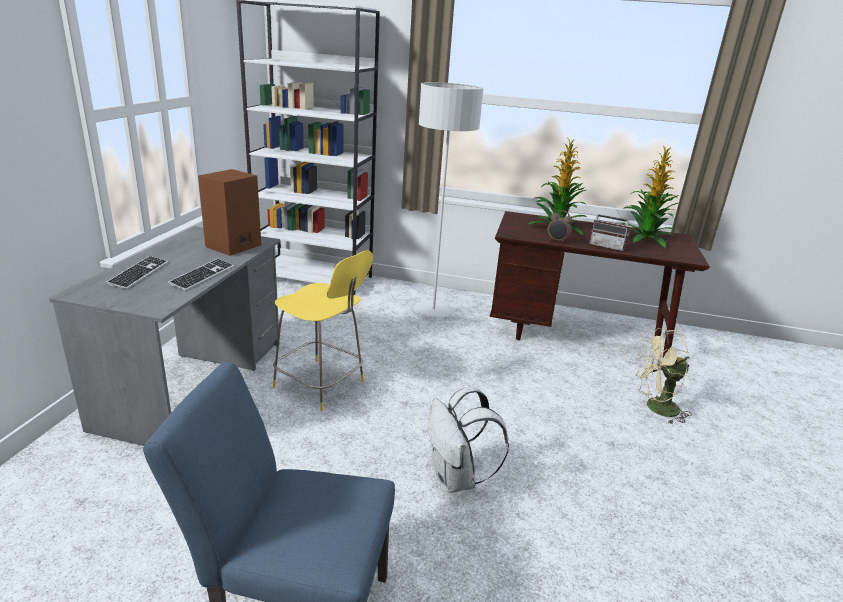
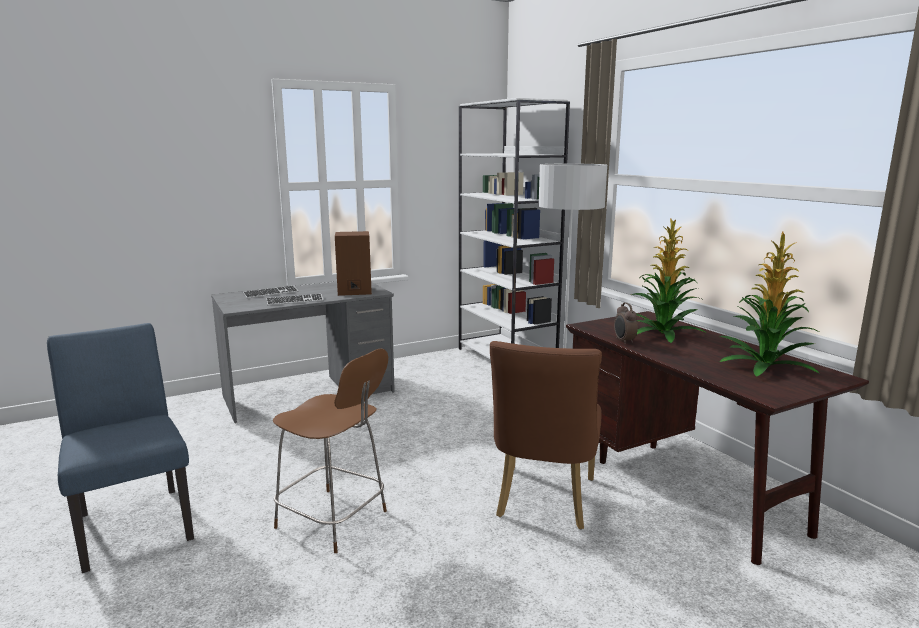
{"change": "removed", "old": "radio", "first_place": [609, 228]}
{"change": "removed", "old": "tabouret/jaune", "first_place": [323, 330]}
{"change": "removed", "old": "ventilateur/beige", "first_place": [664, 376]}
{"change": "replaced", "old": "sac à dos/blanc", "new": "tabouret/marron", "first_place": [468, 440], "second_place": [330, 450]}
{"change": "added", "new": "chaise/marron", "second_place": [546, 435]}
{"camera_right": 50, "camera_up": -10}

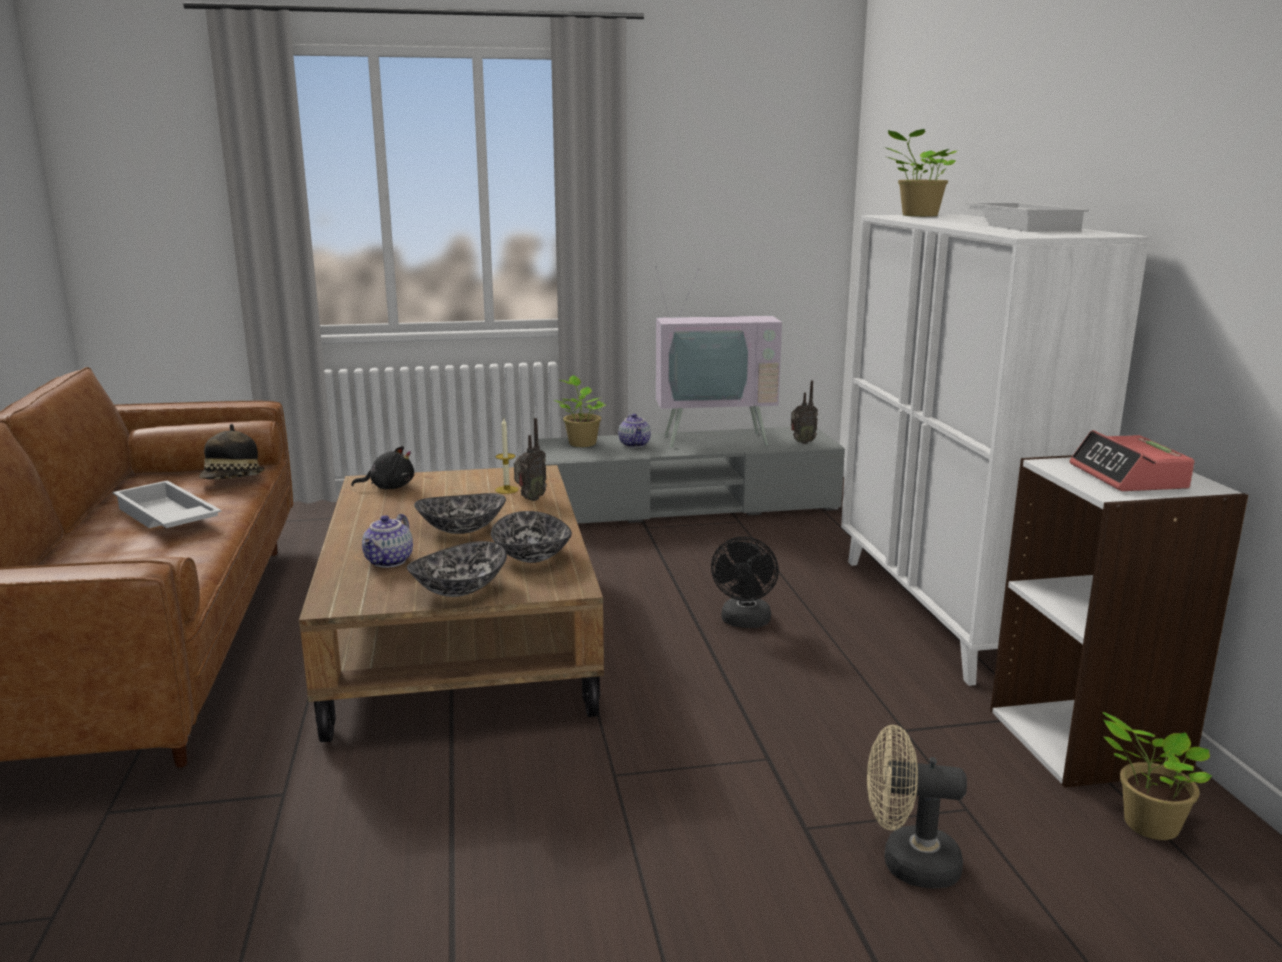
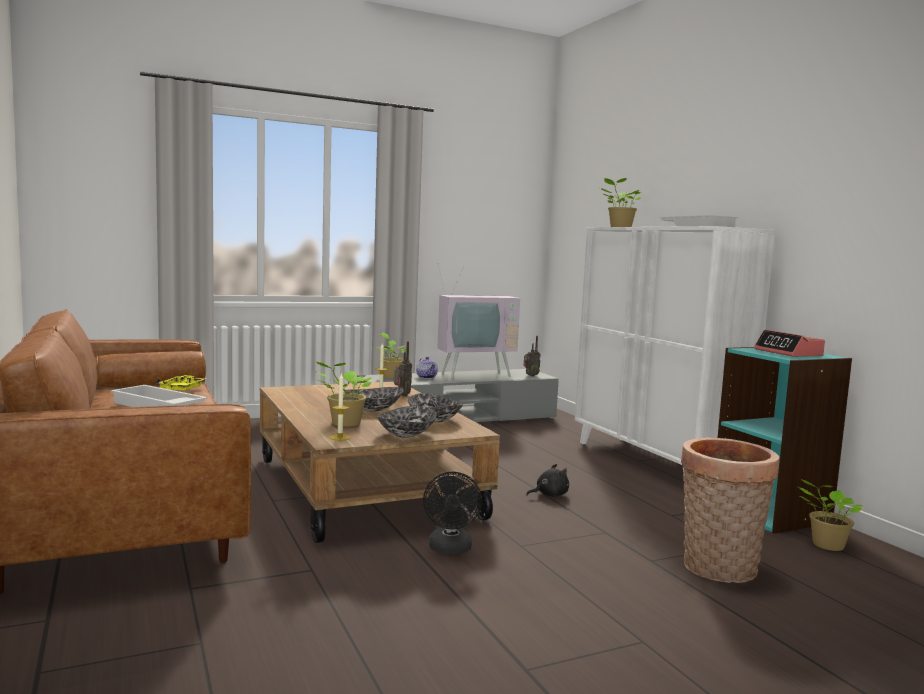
{"change": "replaced", "old": "chapeau", "new": "plateau/jaune", "first_place": [232, 451], "second_place": [181, 382]}
{"change": "moved", "old": "peluche/noir", "first_place": [382, 468], "second_place": [548, 480]}
{"change": "recoloured", "old": "bibliothèque/blanc", "new": "bibliothèque/turquoise", "first_place": [1119, 621], "second_place": [785, 440]}
{"change": "replaced", "old": "théière", "new": "plante en pot", "first_place": [387, 541], "second_place": [342, 394]}
{"change": "moved", "old": "ventilateur/noir", "first_place": [745, 582], "second_place": [452, 513]}
{"change": "replaced", "old": "ventilateur/beige", "new": "panier", "first_place": [917, 807], "second_place": [730, 510]}
{"change": "added", "new": "bougie", "second_place": [340, 406]}
{"camera_right": -15, "camera_up": -10}

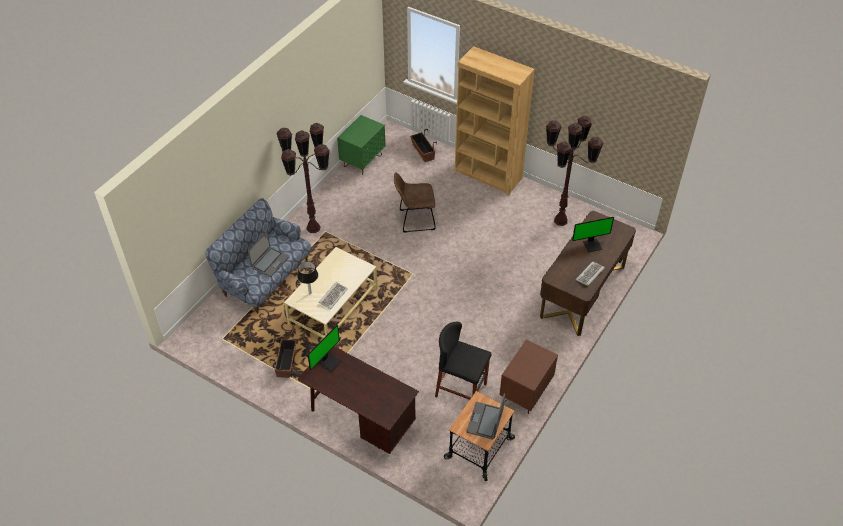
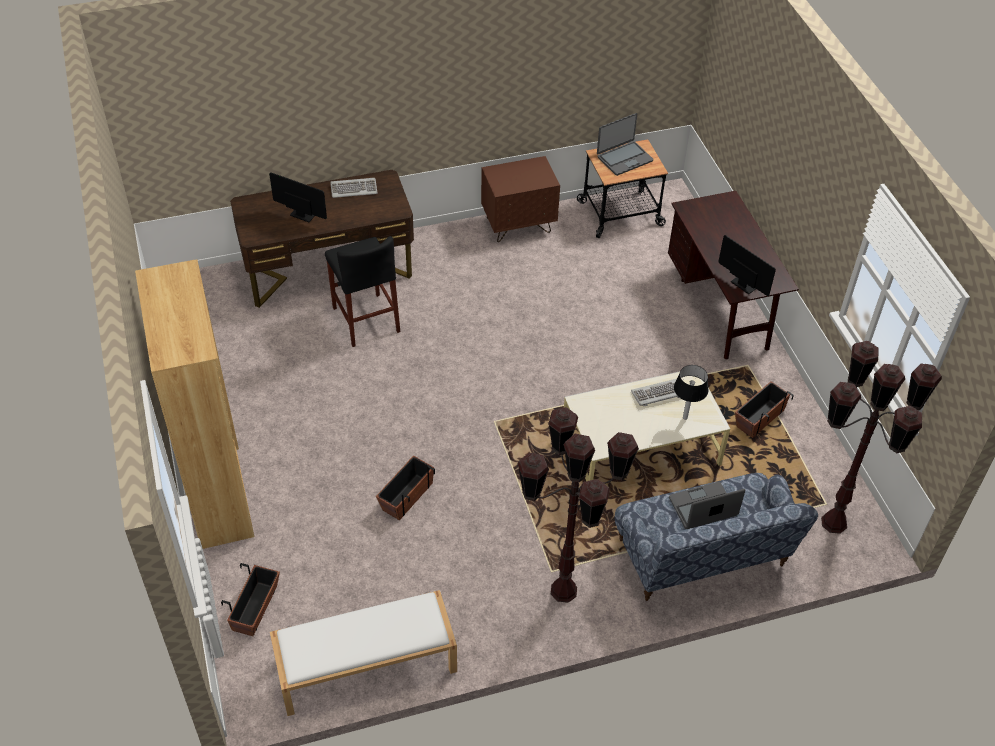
{"change": "replaced", "old": "table de chevet/vert", "new": "banc/blanc", "first_place": [361, 145], "second_place": [363, 653]}
{"change": "moved", "old": "lampadaire/marron", "first_place": [575, 171], "second_place": [881, 437]}
{"change": "replaced", "old": "chaise/marron", "new": "cache-pot", "first_place": [415, 202], "second_place": [405, 488]}
{"change": "moved", "old": "tabouret/noir", "first_place": [463, 361], "second_place": [362, 291]}
{"change": "turned", "old": "écran d'ordinateur", "first_place": [325, 348], "second_place": [747, 265], "degrees": 60}
{"camera_right": -140, "camera_up": 0}

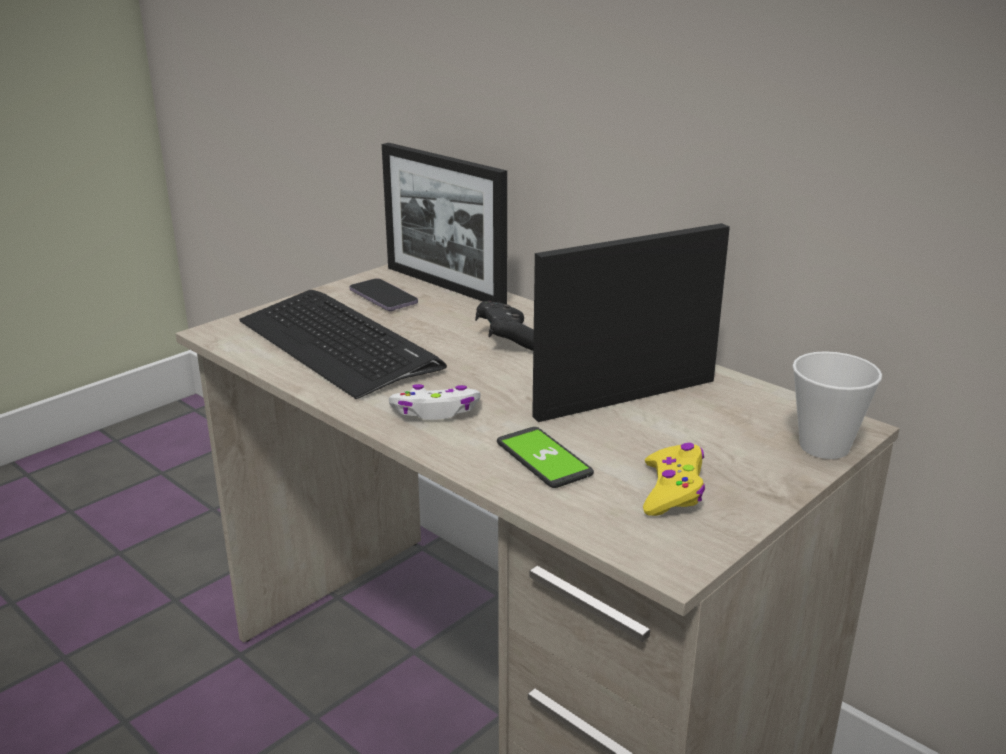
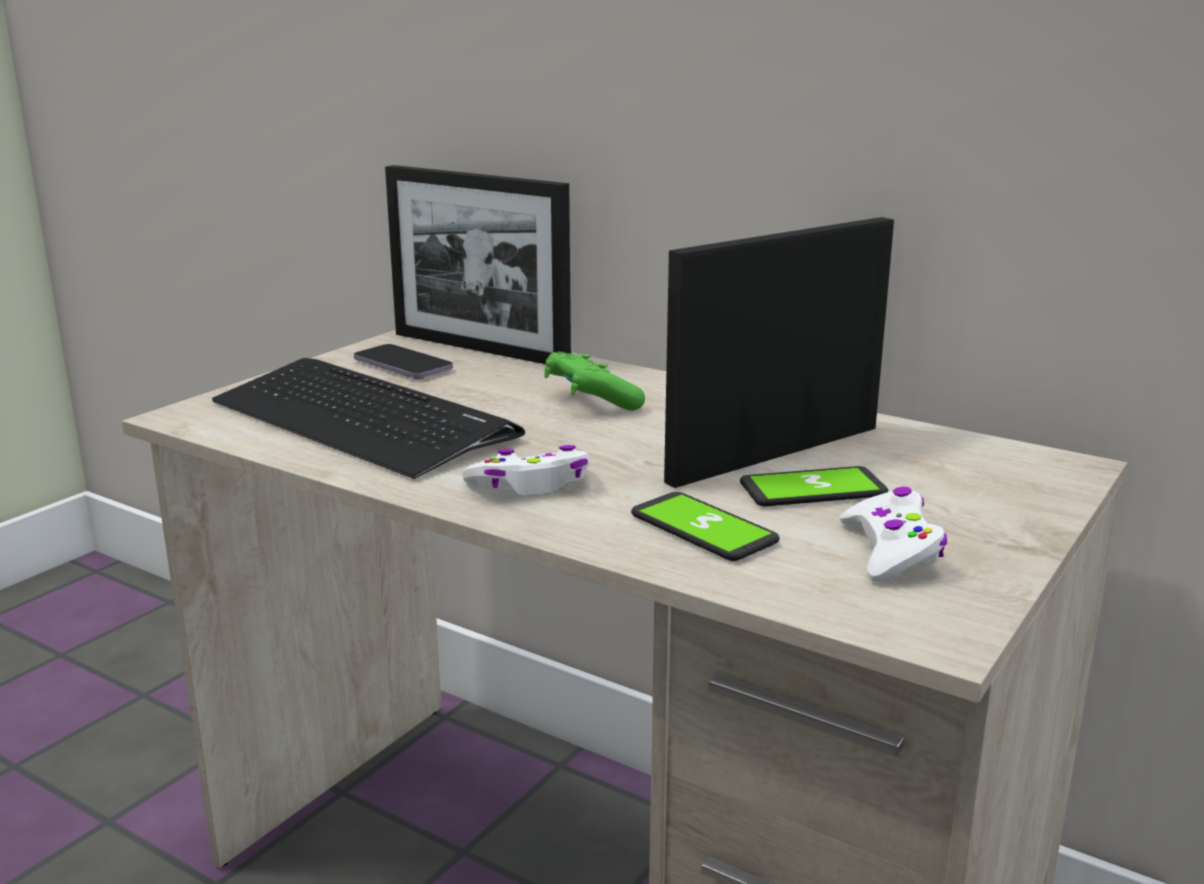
{"change": "recoloured", "old": "manette/noir", "new": "manette/vert", "first_place": [504, 326], "second_place": [594, 381]}
{"change": "removed", "old": "tasse", "first_place": [837, 405]}
{"change": "recoloured", "old": "manette/jaune", "new": "manette/blanc", "first_place": [674, 479], "second_place": [893, 534]}
{"change": "added", "new": "téléphone", "second_place": [814, 486]}
{"camera_right": -10, "camera_up": -5}

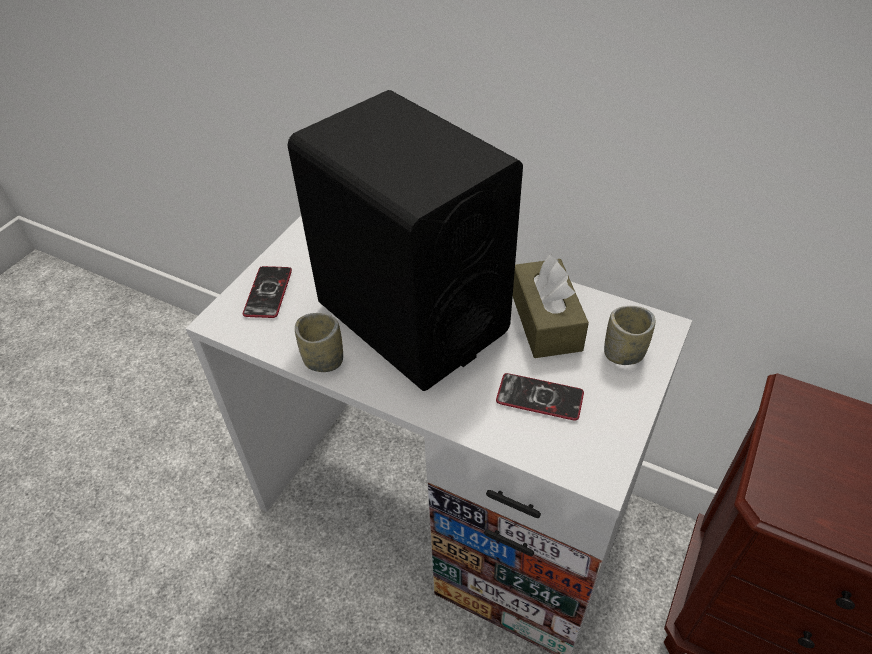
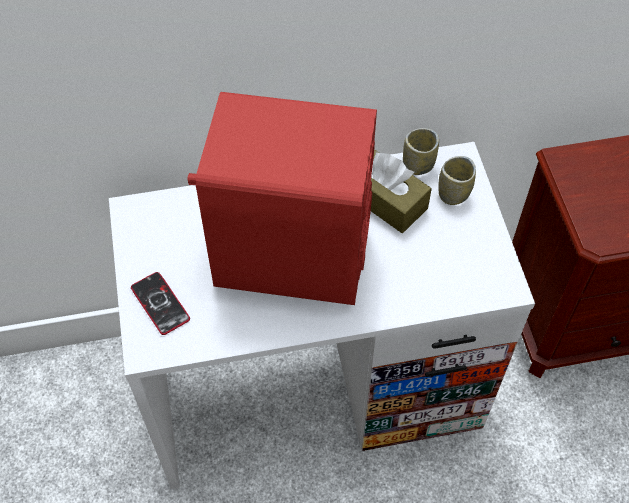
{"change": "recoloured", "old": "enceinte/noir", "new": "enceinte/rouge", "first_place": [405, 240], "second_place": [282, 198]}
{"change": "moved", "old": "tasse", "first_place": [319, 342], "second_place": [421, 151]}
{"change": "removed", "old": "téléphone", "first_place": [540, 397]}
{"camera_right": -40, "camera_up": 10}

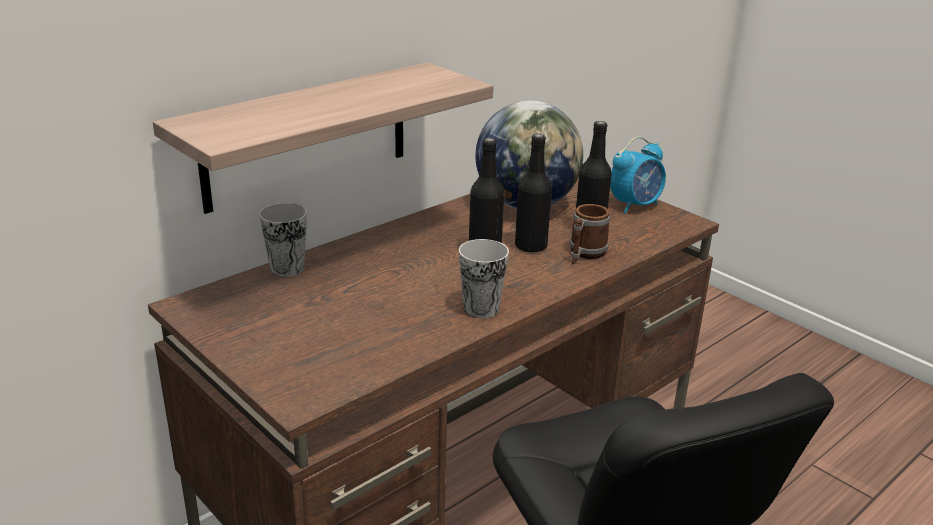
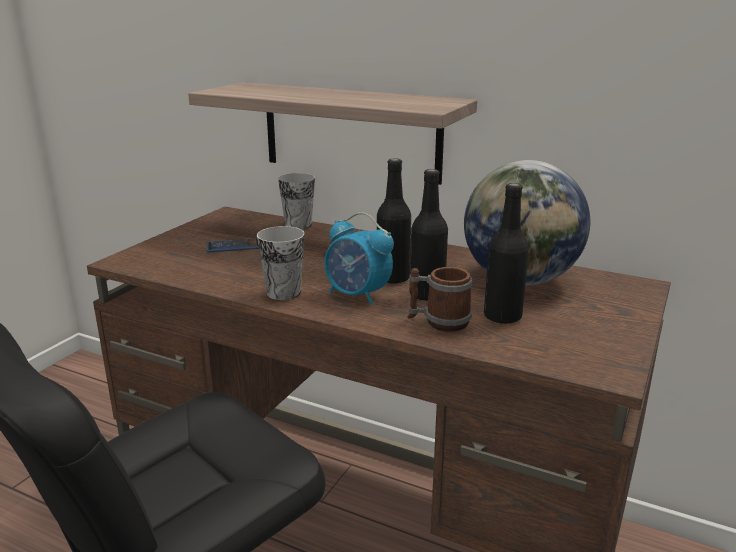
{"change": "moved", "old": "réveil", "first_place": [638, 175], "second_place": [359, 259]}
{"change": "added", "new": "téléphone", "second_place": [233, 245]}
{"camera_right": 70, "camera_up": -5}

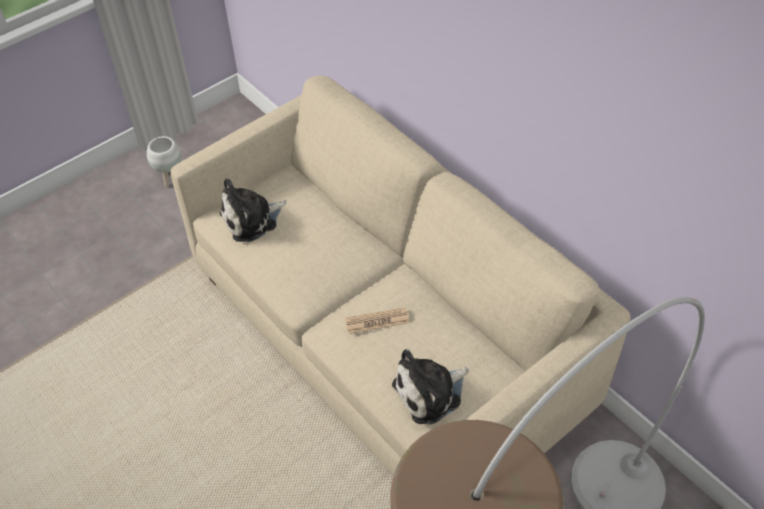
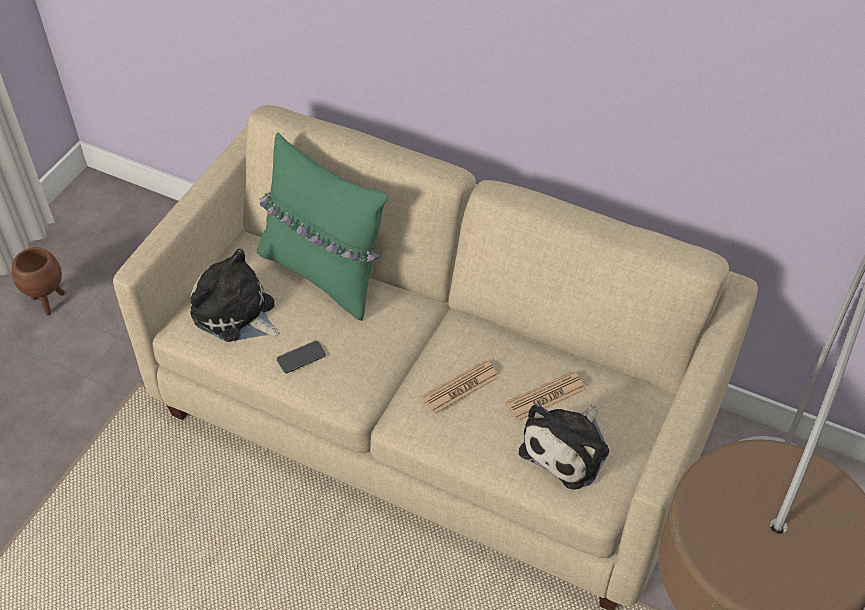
{"change": "recoloured", "old": "cache-pot/blanc", "new": "cache-pot/marron", "first_place": [164, 161], "second_place": [38, 281]}
{"change": "turned", "old": "peluche", "first_place": [253, 210], "second_place": [235, 295], "degrees": 90}
{"change": "added", "new": "coussin/vert", "second_place": [322, 226]}
{"change": "added", "new": "téléphone", "second_place": [301, 357]}
{"change": "added", "new": "journal", "second_place": [546, 396]}
{"camera_right": -25, "camera_up": 0}

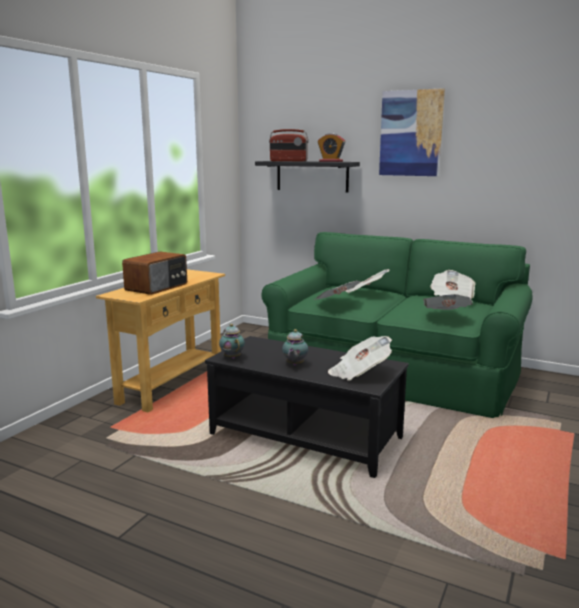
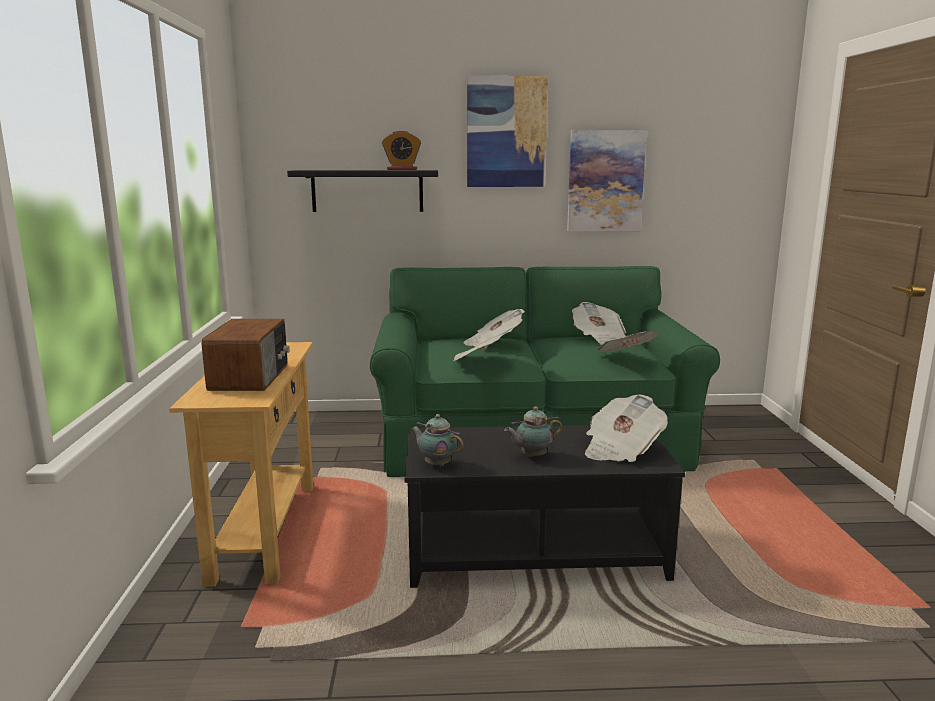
{"change": "removed", "old": "radio", "first_place": [289, 145]}
{"change": "turned", "old": "théière", "first_place": [295, 347], "second_place": [533, 431], "degrees": 90}
{"change": "added", "new": "tableau", "second_place": [607, 180]}
{"camera_right": -30, "camera_up": 0}

